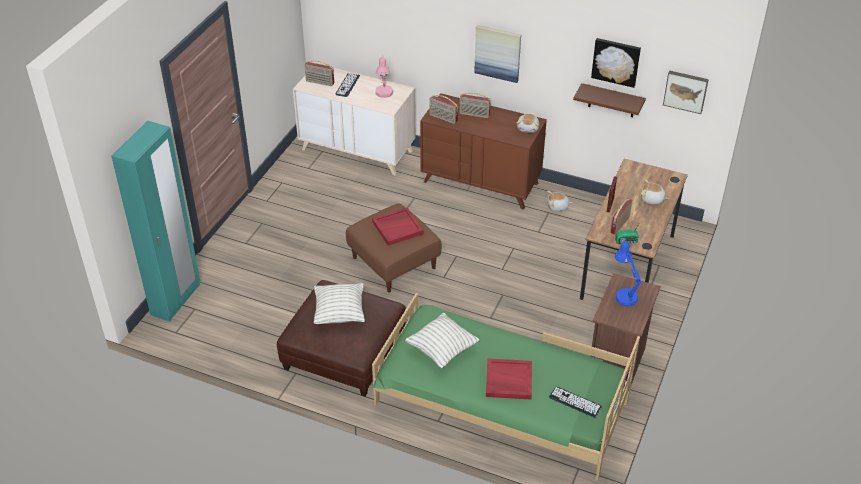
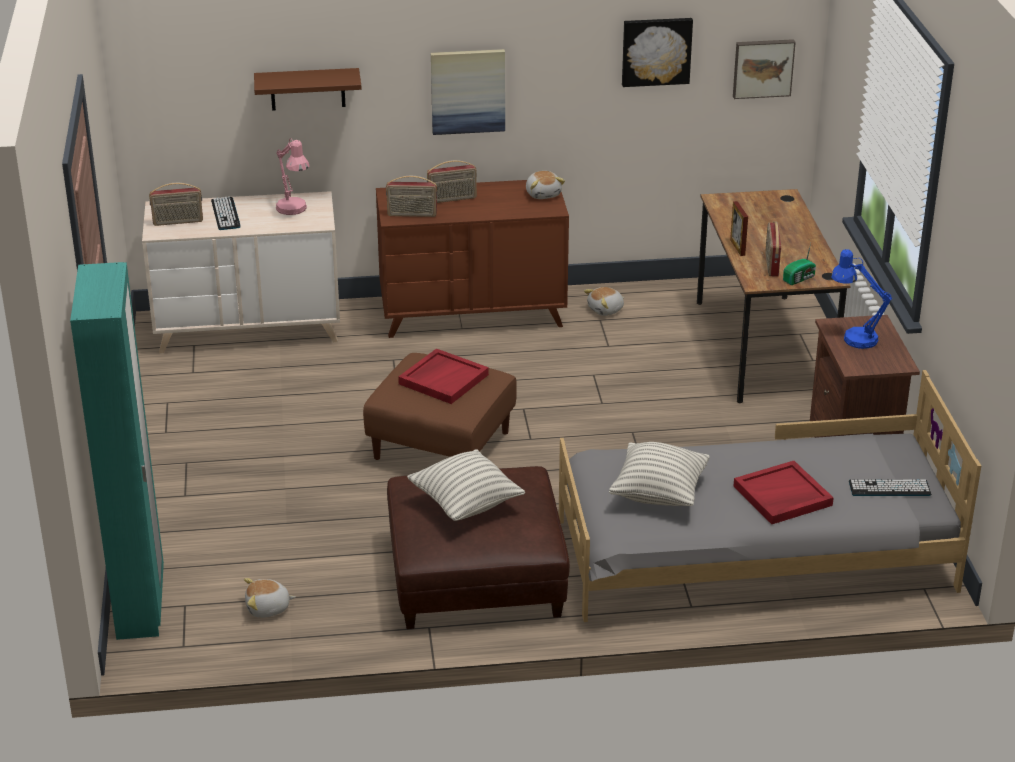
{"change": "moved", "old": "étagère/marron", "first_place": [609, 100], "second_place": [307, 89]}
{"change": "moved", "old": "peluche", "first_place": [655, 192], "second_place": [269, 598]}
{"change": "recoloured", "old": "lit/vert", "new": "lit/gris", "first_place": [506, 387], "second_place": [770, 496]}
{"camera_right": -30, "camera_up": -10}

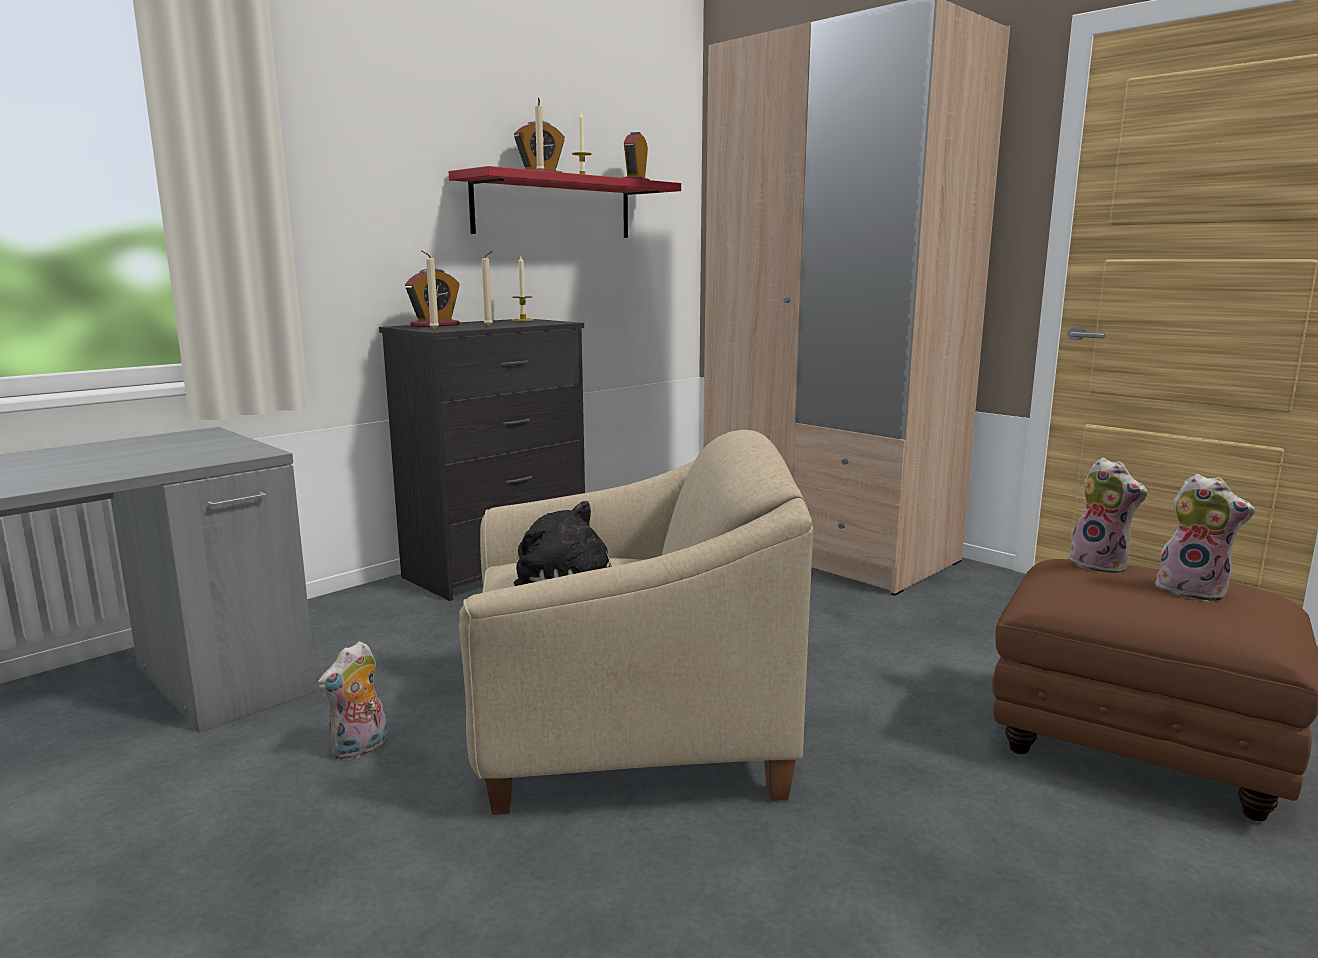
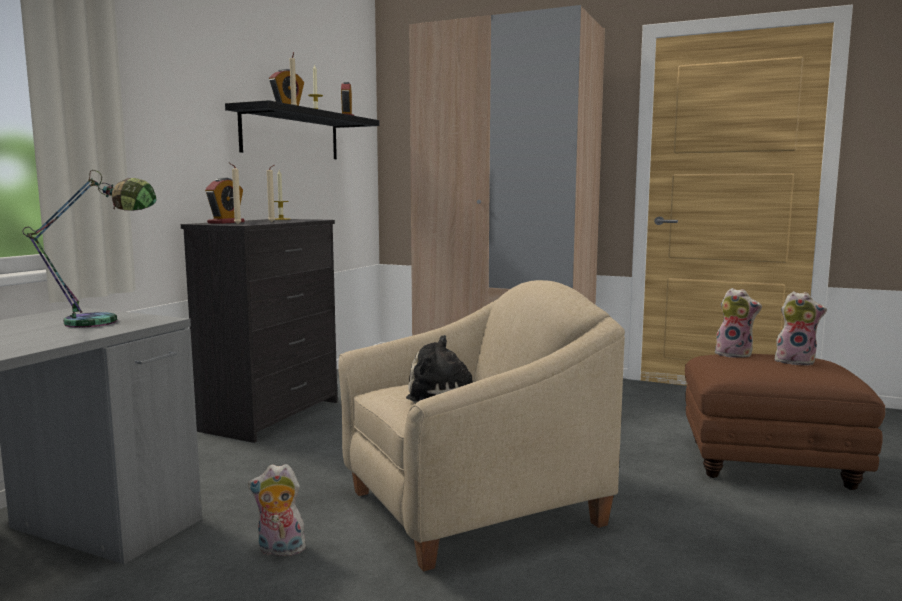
{"change": "recoloured", "old": "étagère/rouge", "new": "étagère/noir", "first_place": [565, 202], "second_place": [302, 129]}
{"change": "turned", "old": "peluche", "first_place": [352, 700], "second_place": [278, 511], "degrees": 75}
{"change": "added", "new": "lampe de table", "second_place": [89, 249]}
{"camera_right": -20, "camera_up": -5}

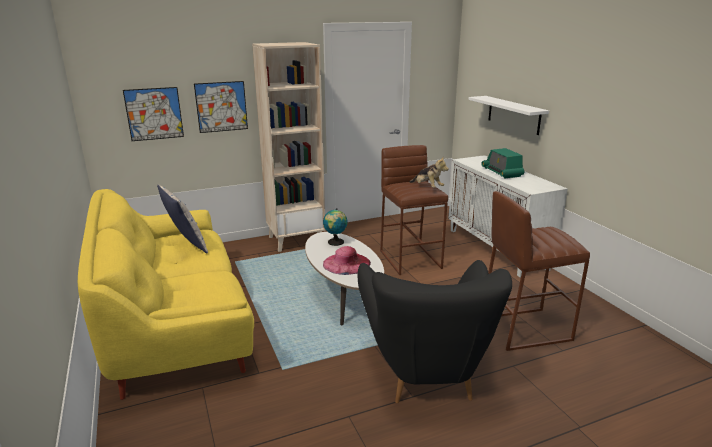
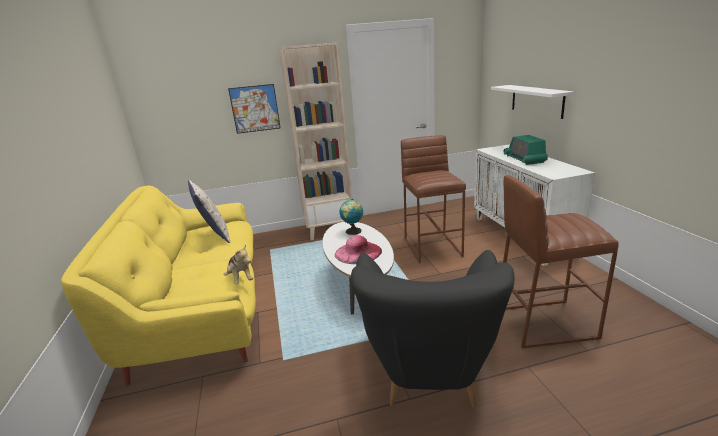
{"change": "removed", "old": "tableau", "first_place": [153, 114]}
{"change": "moved", "old": "peluche", "first_place": [429, 173], "second_place": [238, 264]}
{"camera_right": 10, "camera_up": 0}

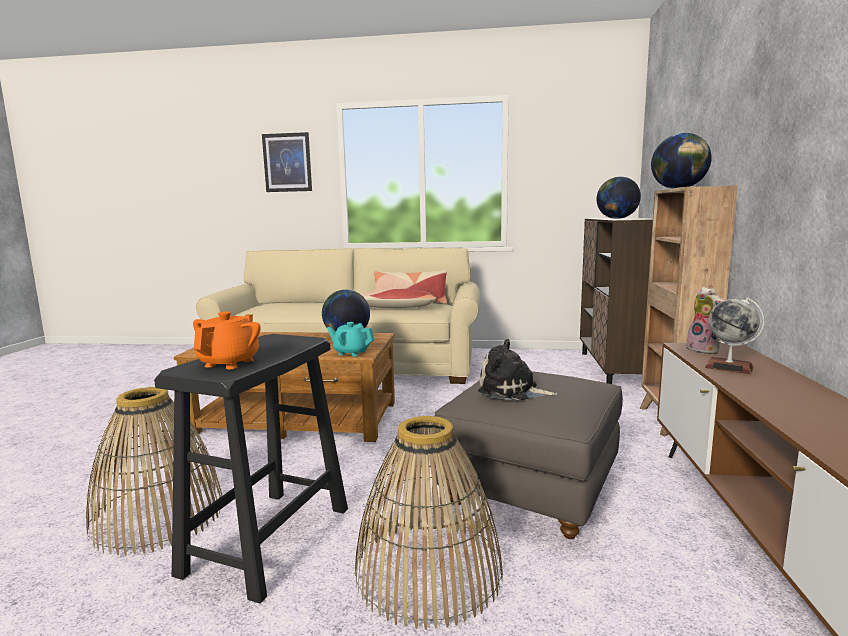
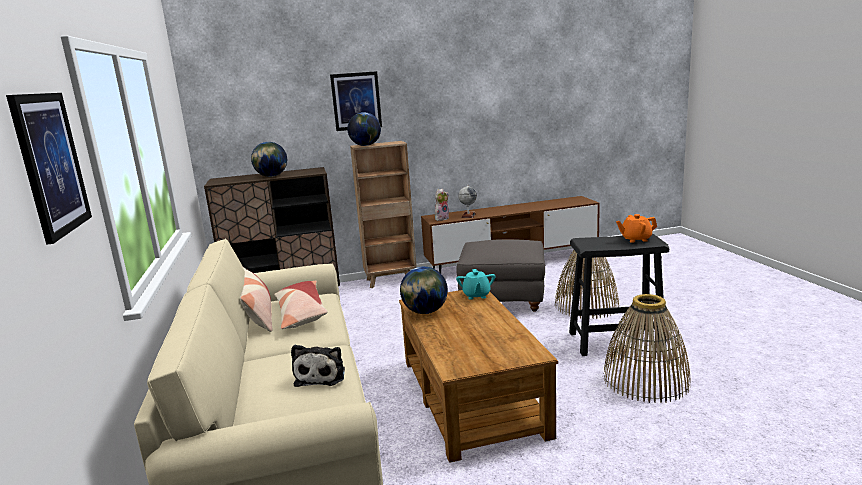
{"change": "moved", "old": "peluche", "first_place": [517, 370], "second_place": [318, 366]}
{"change": "added", "new": "tableau", "second_place": [356, 101]}
{"camera_right": -110, "camera_up": 5}

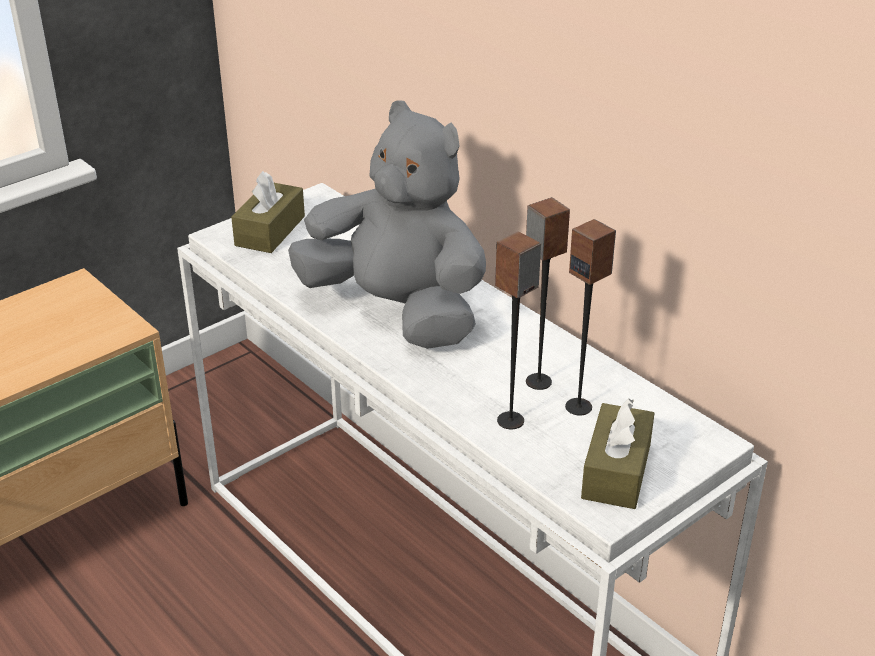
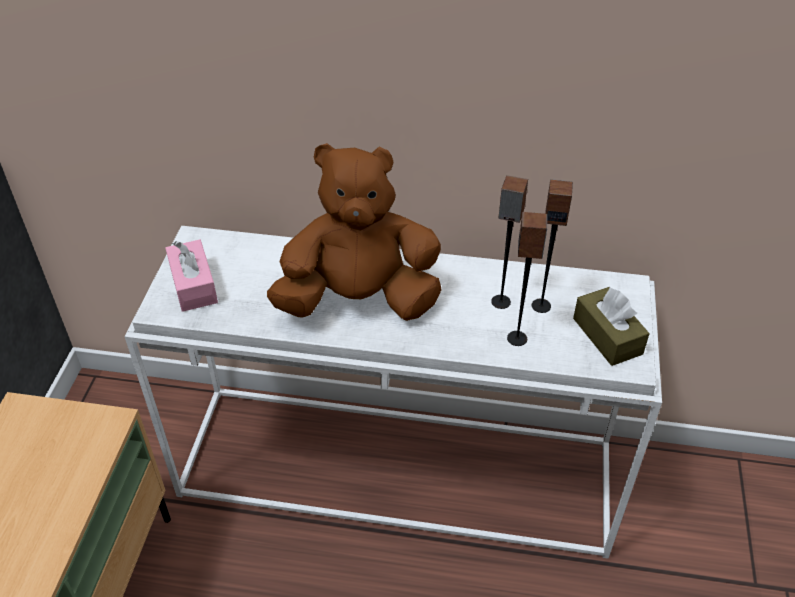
{"change": "recoloured", "old": "peluche/gris", "new": "peluche/marron", "first_place": [387, 224], "second_place": [354, 232]}
{"change": "recoloured", "old": "boîte à mouchoirs/marron", "new": "boîte à mouchoirs/rose", "first_place": [268, 212], "second_place": [191, 276]}
{"camera_right": -40, "camera_up": 10}

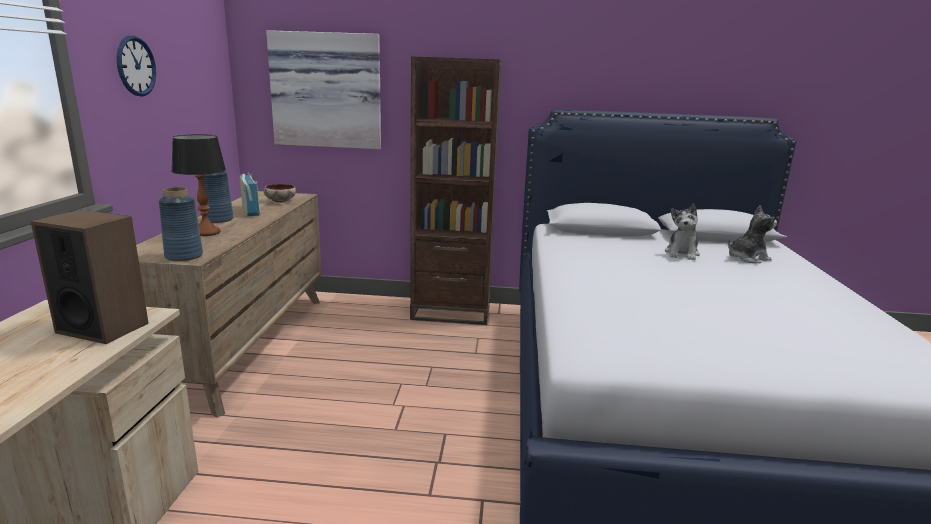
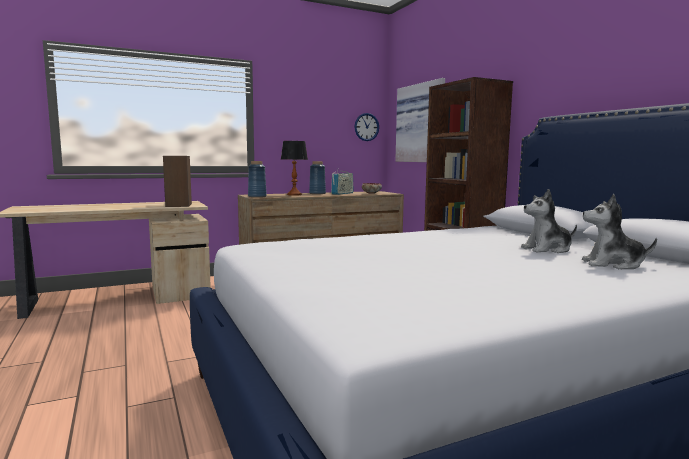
{"change": "moved", "old": "horloge murale", "first_place": [136, 66], "second_place": [366, 127]}
{"change": "turned", "old": "peluche", "first_place": [752, 234], "second_place": [619, 231], "degrees": 150}
{"camera_right": 60, "camera_up": -10}

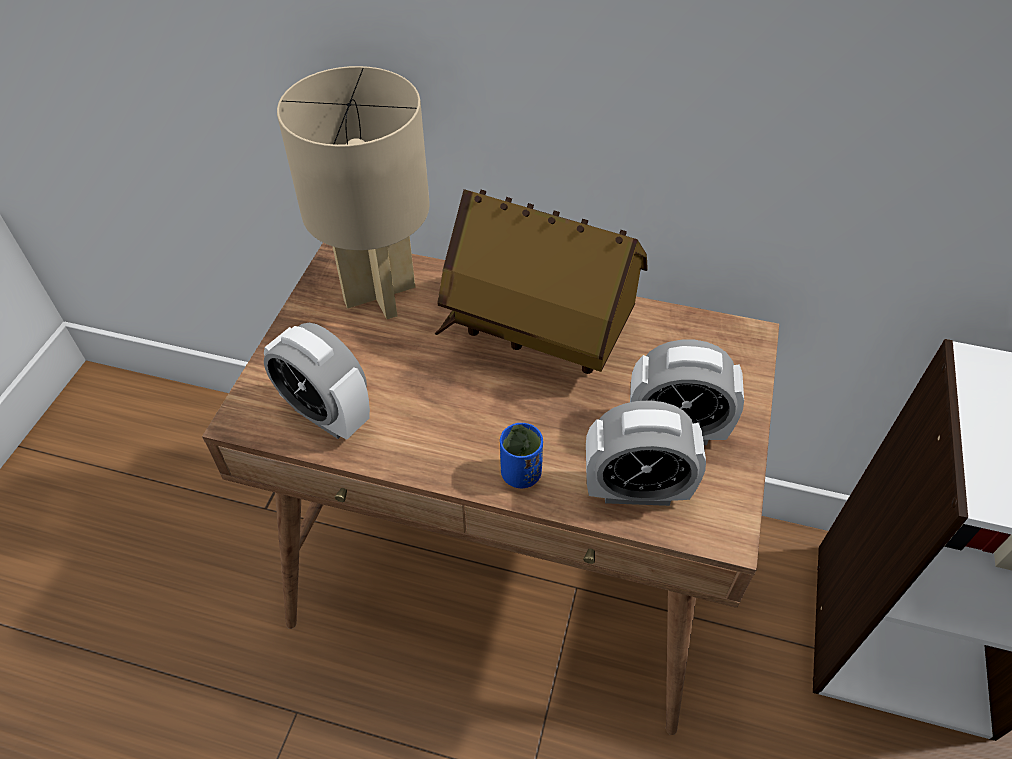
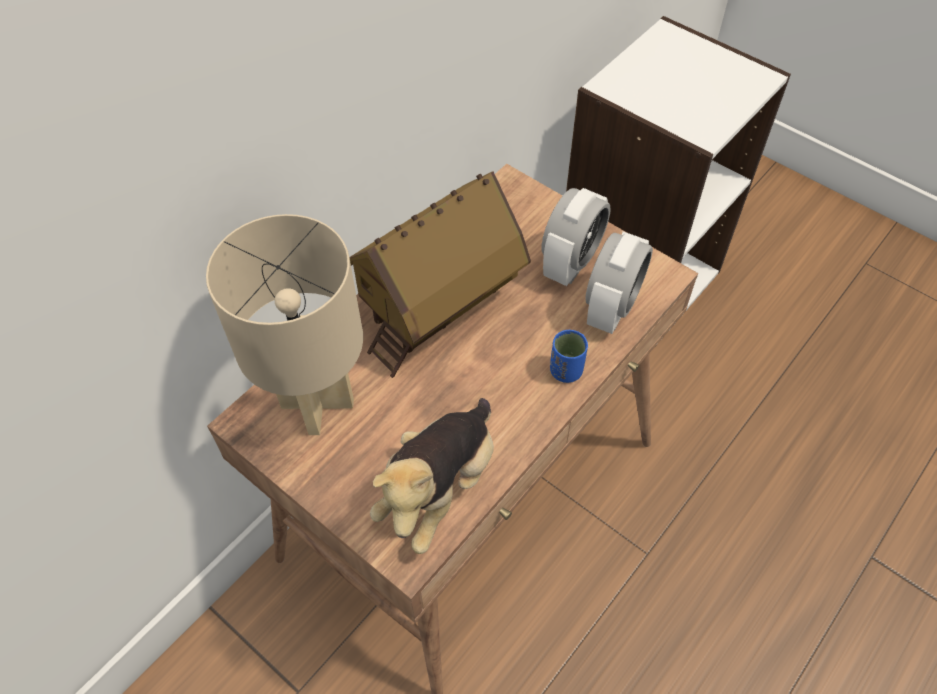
{"change": "replaced", "old": "réveil", "new": "peluche", "first_place": [317, 381], "second_place": [432, 476]}
{"camera_right": -65, "camera_up": 5}

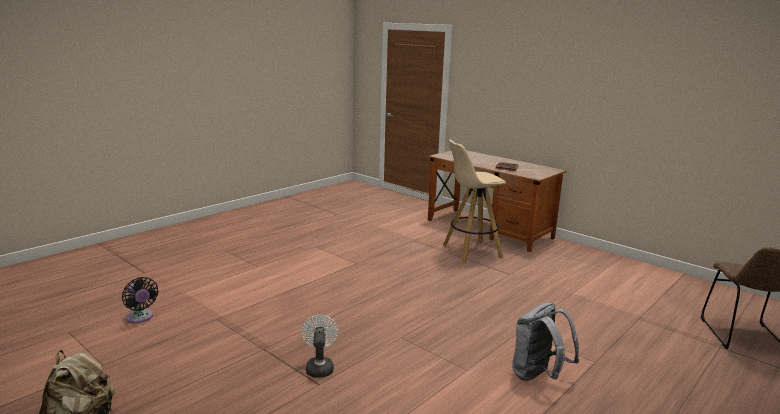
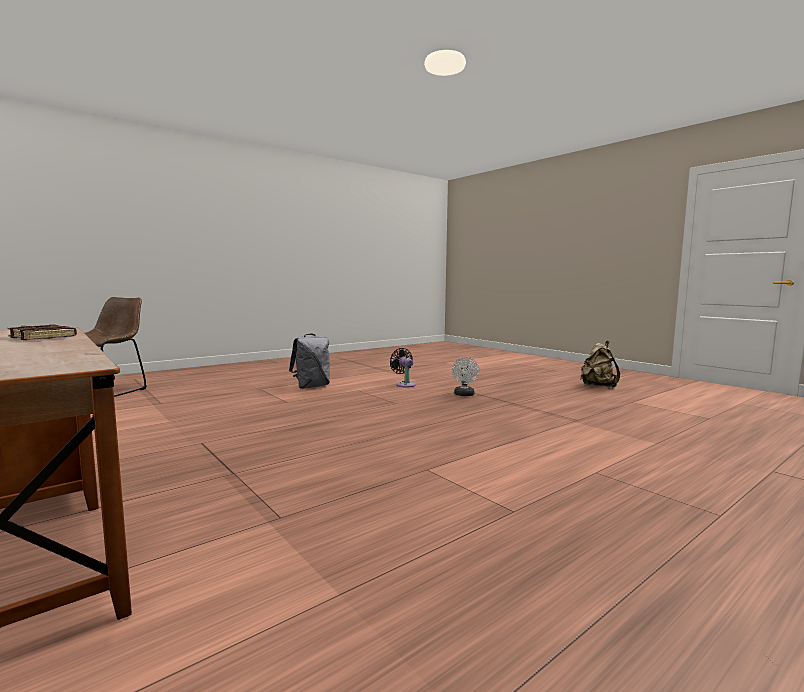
{"change": "removed", "old": "tabouret/beige", "first_place": [474, 201]}
{"change": "moved", "old": "ventilateur/noir", "first_place": [140, 300], "second_place": [403, 368]}
{"camera_right": -170, "camera_up": -10}

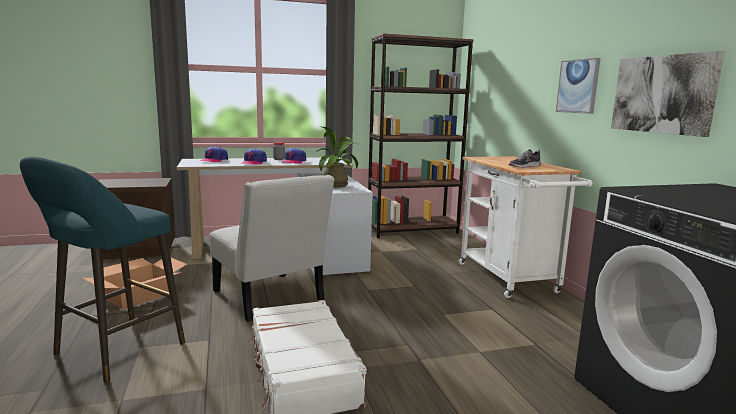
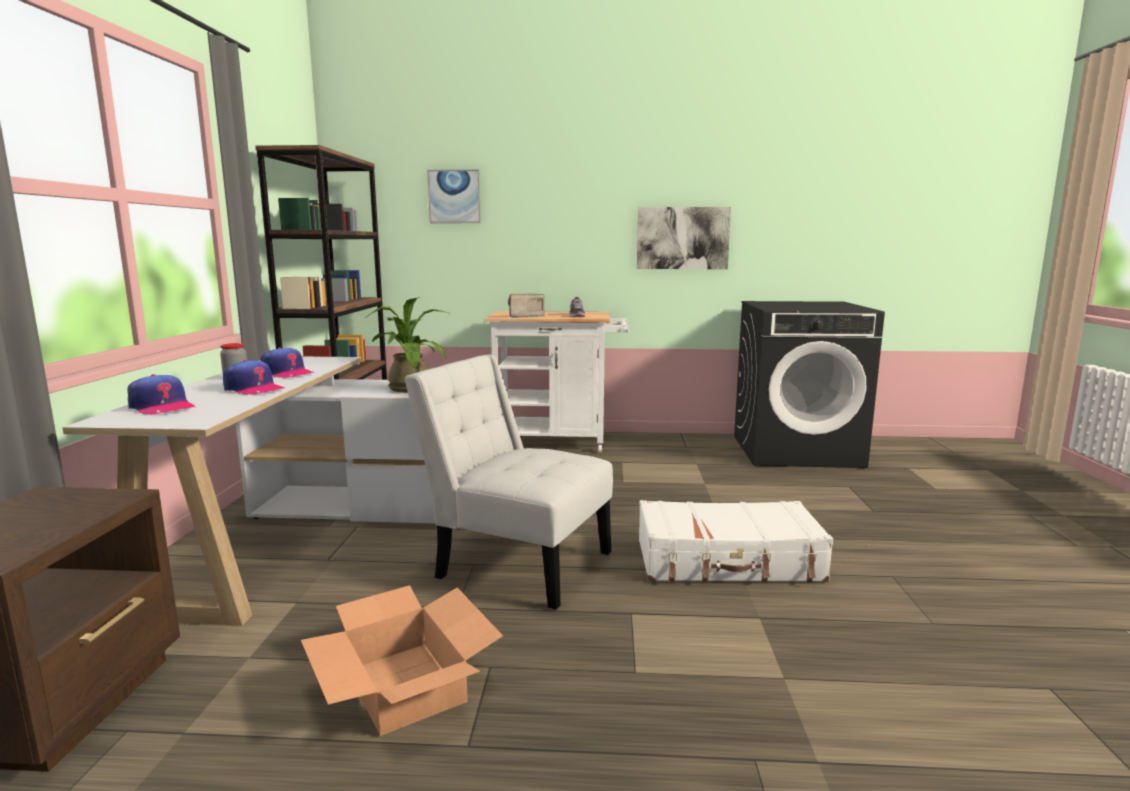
{"change": "moved", "old": "tableau", "first_place": [578, 86], "second_place": [454, 196]}
{"change": "removed", "old": "tabouret/turquoise", "first_place": [102, 269]}
{"change": "turned", "old": "chaise/blanc", "first_place": [271, 248], "second_place": [508, 482], "degrees": -135}
{"change": "added", "new": "radio", "second_place": [526, 306]}
{"camera_right": -70, "camera_up": 0}

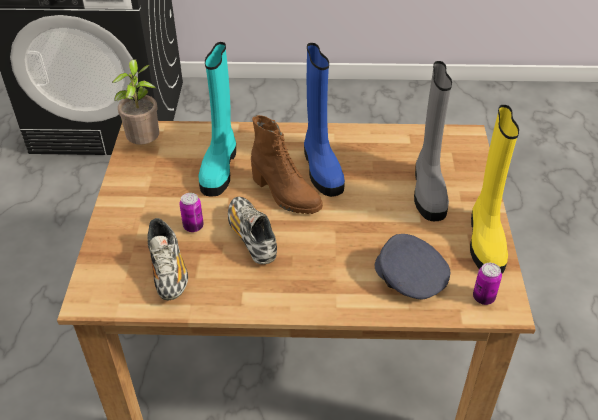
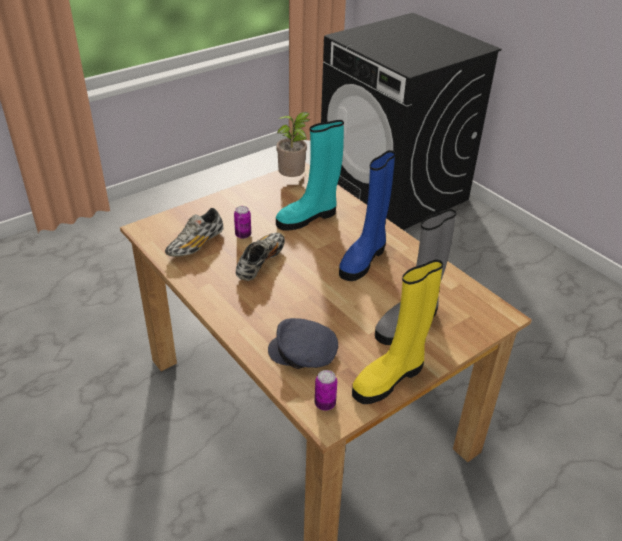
{"change": "removed", "old": "botte/marron", "first_place": [287, 164]}
{"change": "turned", "old": "casquette/gris", "first_place": [412, 266], "second_place": [303, 343], "degrees": -90}
{"camera_right": 50, "camera_up": -5}

